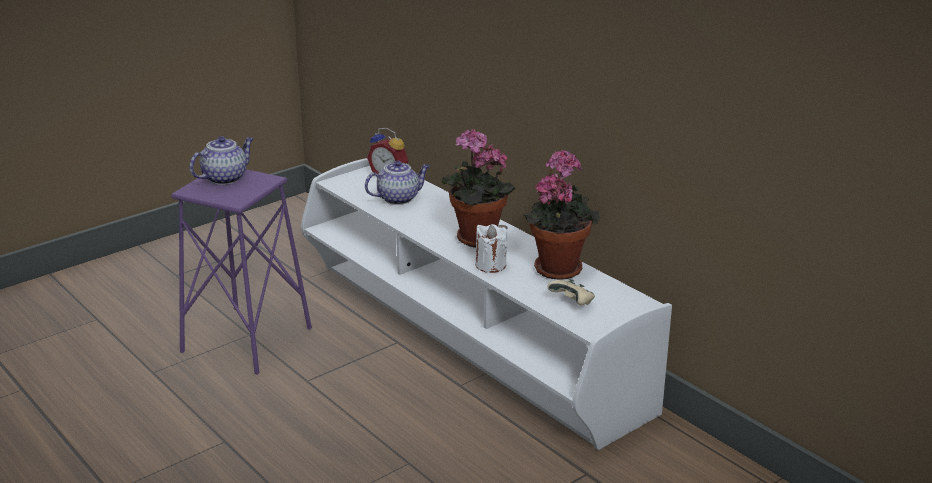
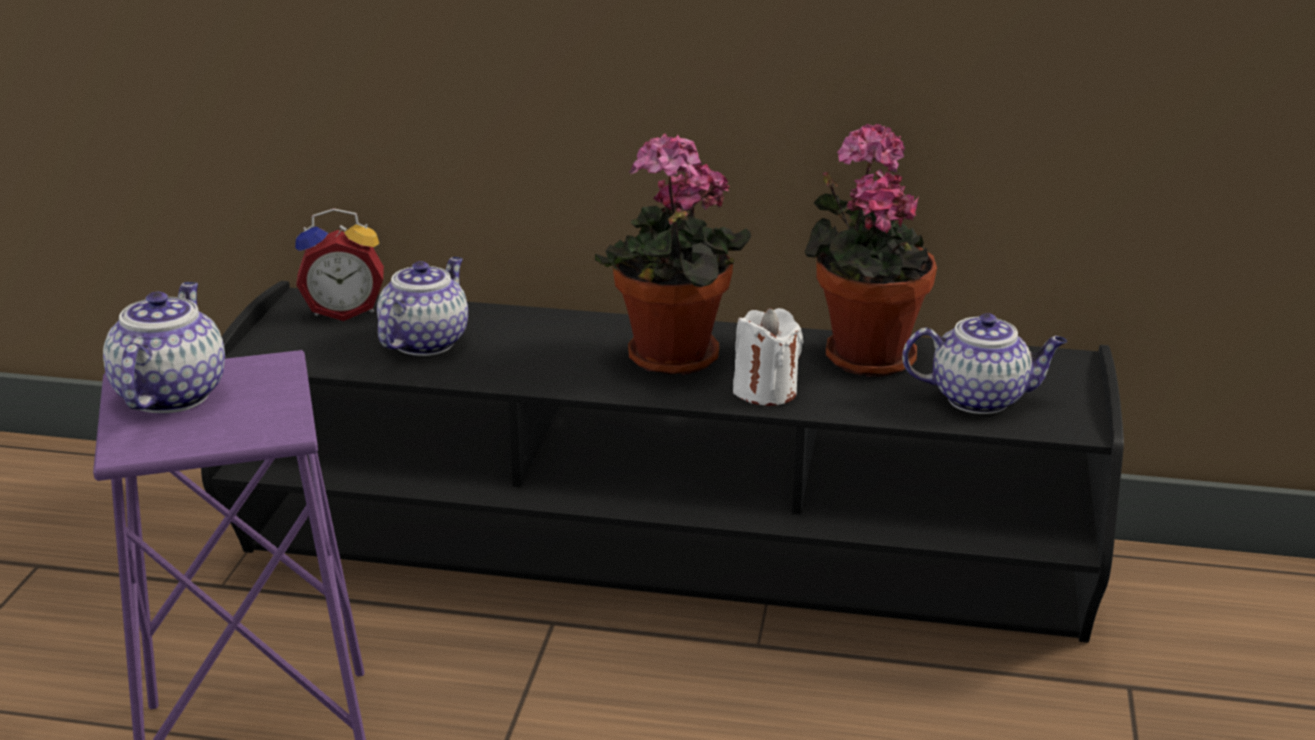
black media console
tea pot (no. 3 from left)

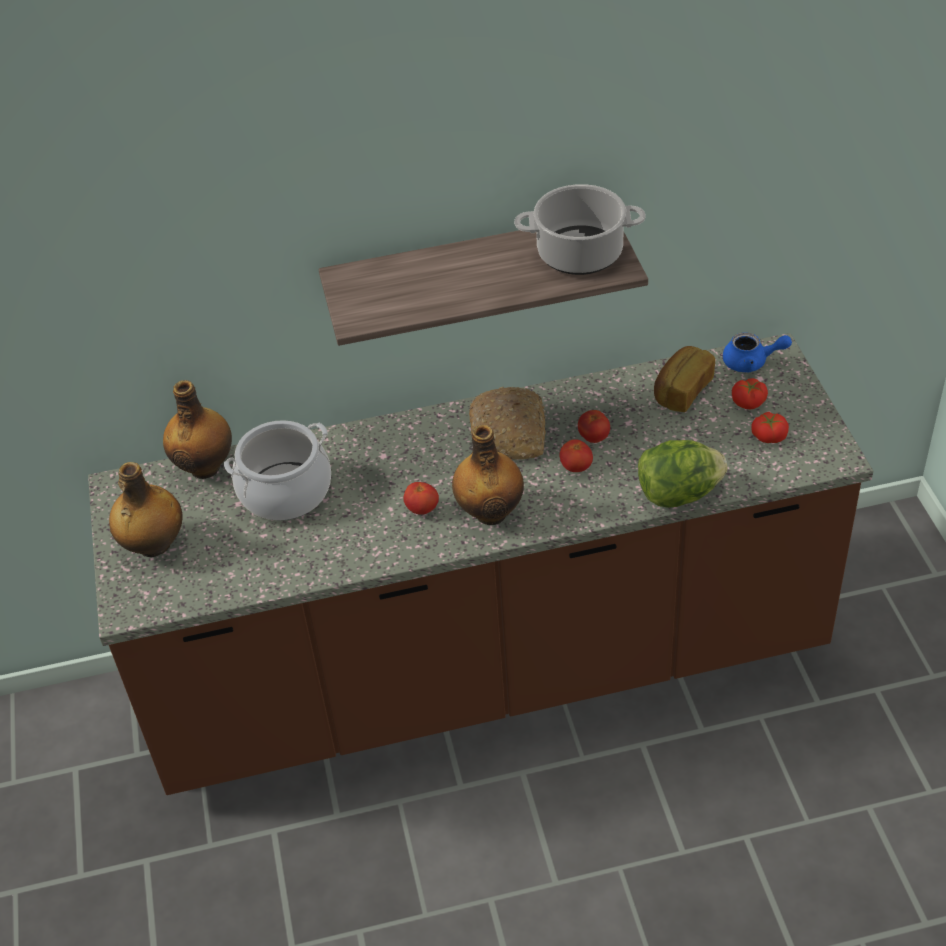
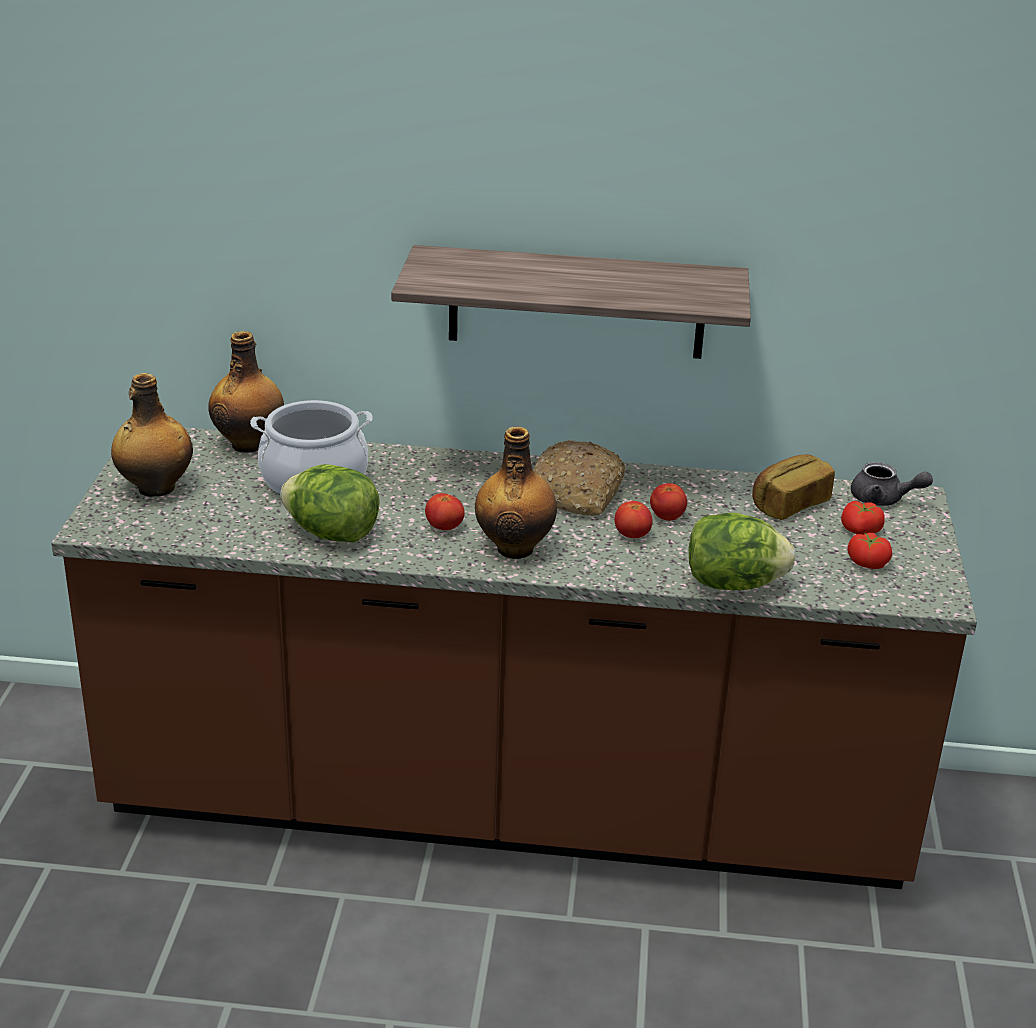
saucepot (no. 2 from left in the first image)
greyish tea pot
lettuce head (no. 1 from left)

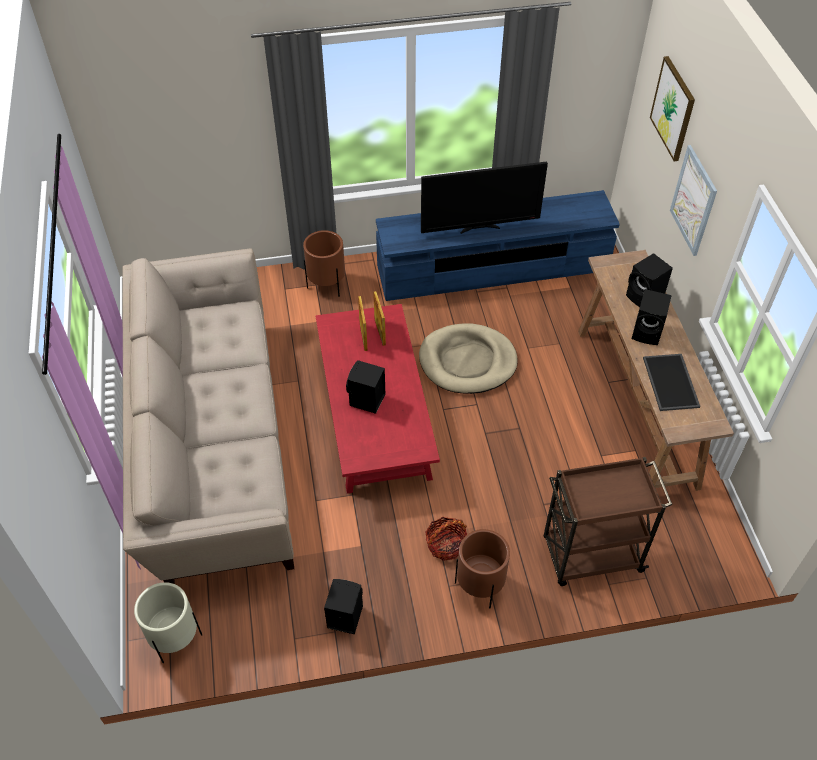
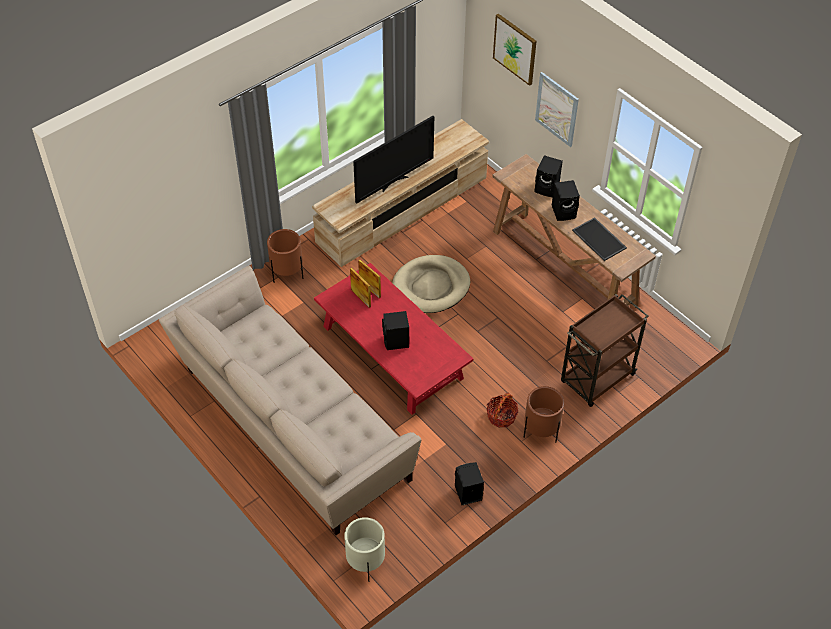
sand-coloured media console

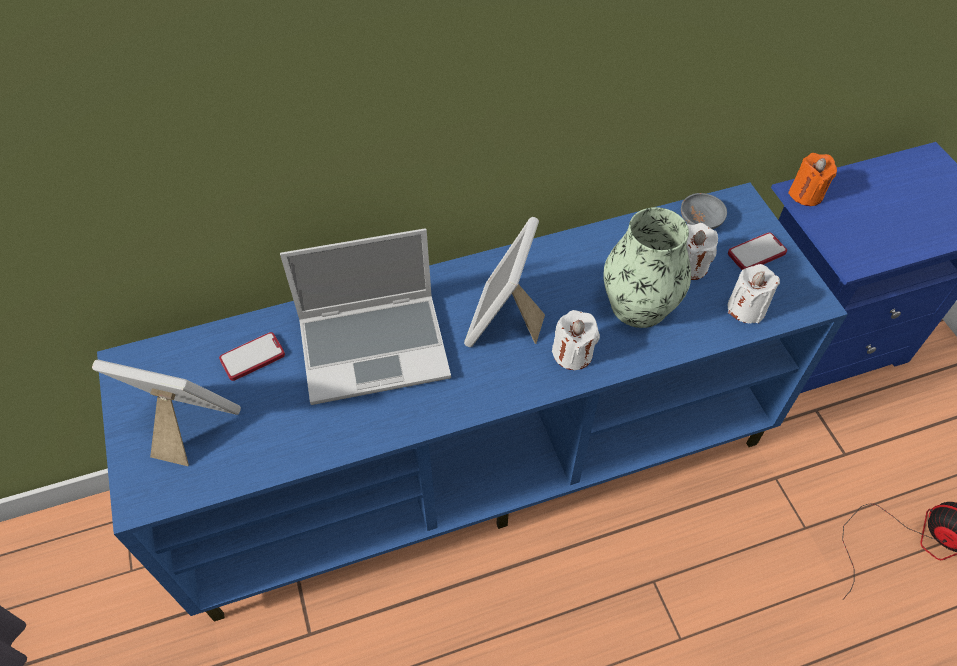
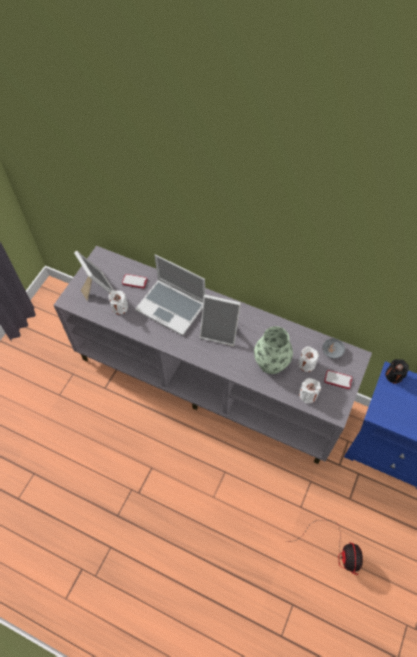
greyish media console
picture frame (no. 2 from left)
whitish wax light (no. 1 from left)
black wax light

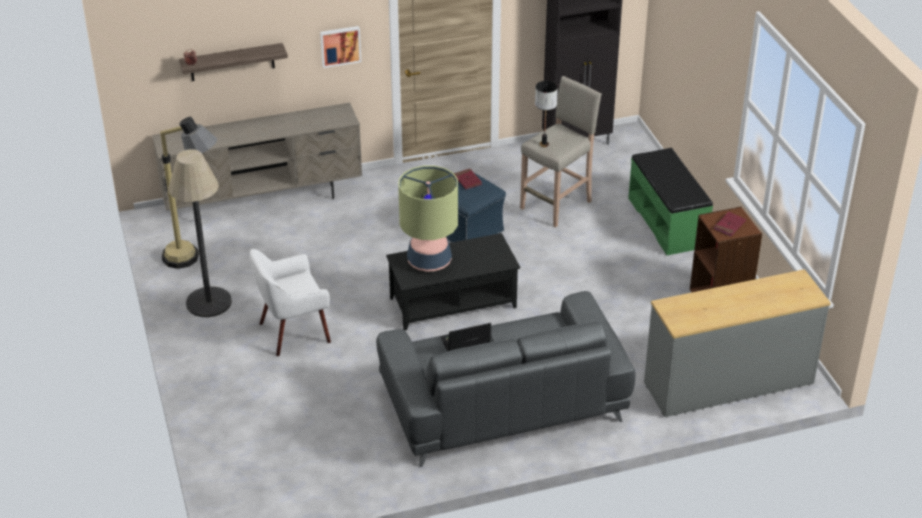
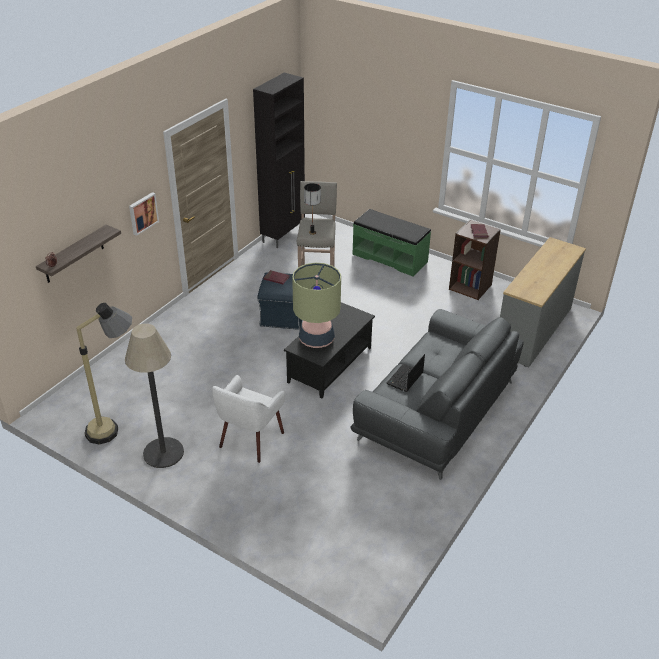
sand-coloured media console

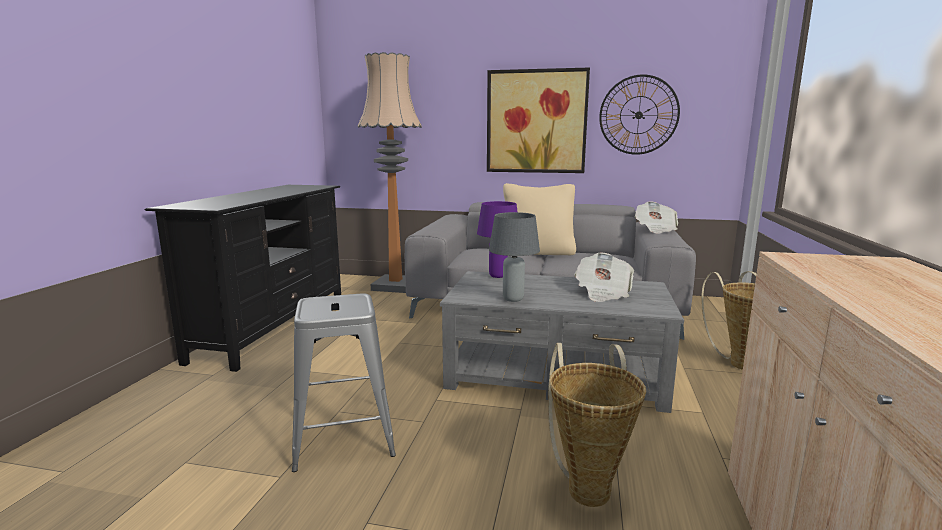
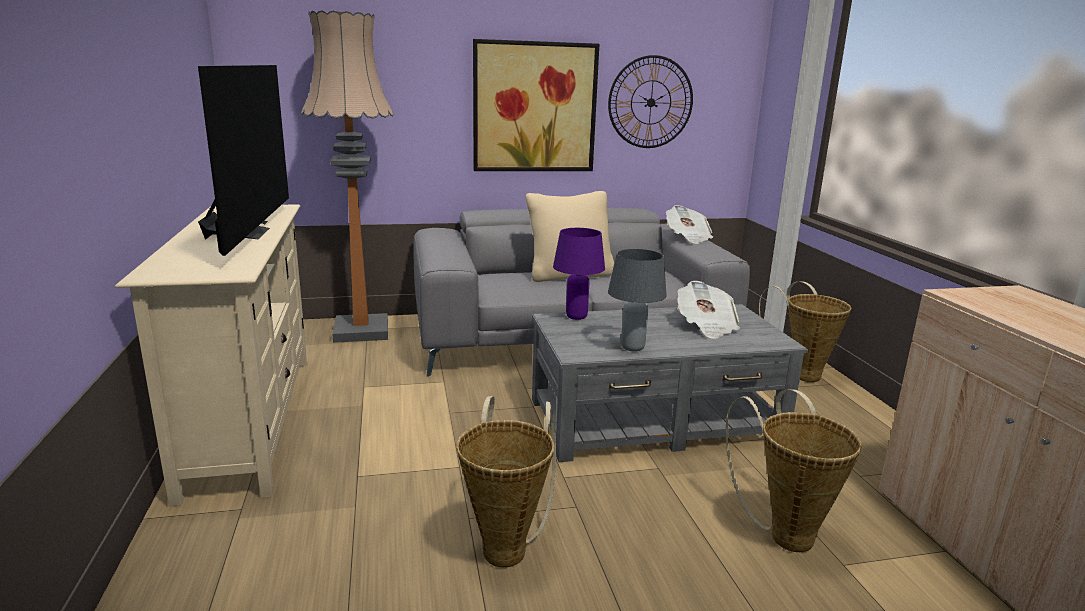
sand-coloured media console
household basket (no. 1 from left)
television

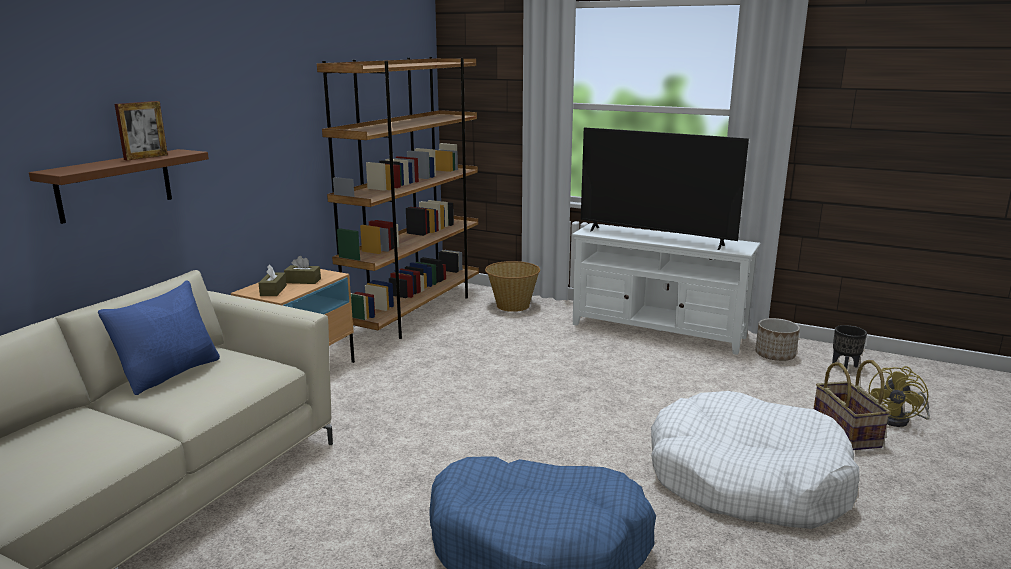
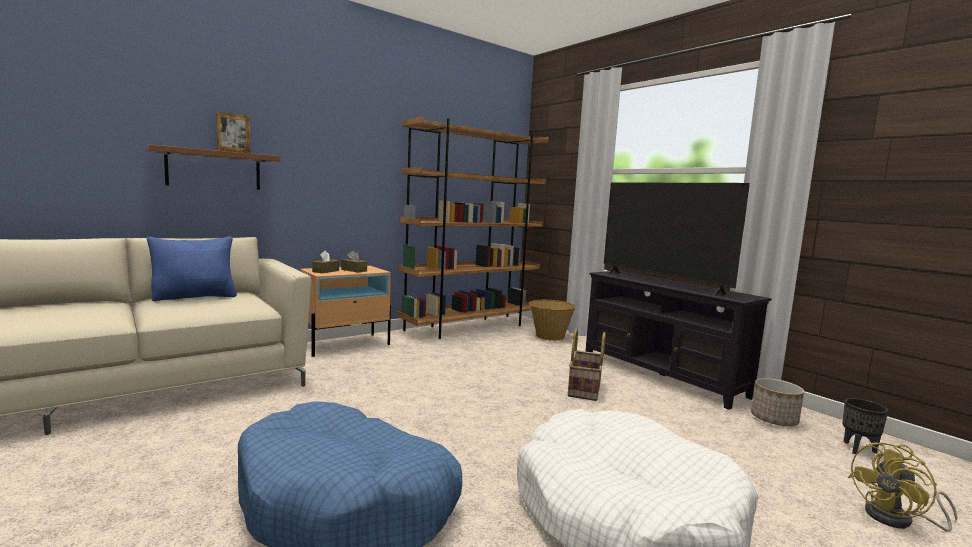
black media console
household basket (no. 2 from left)

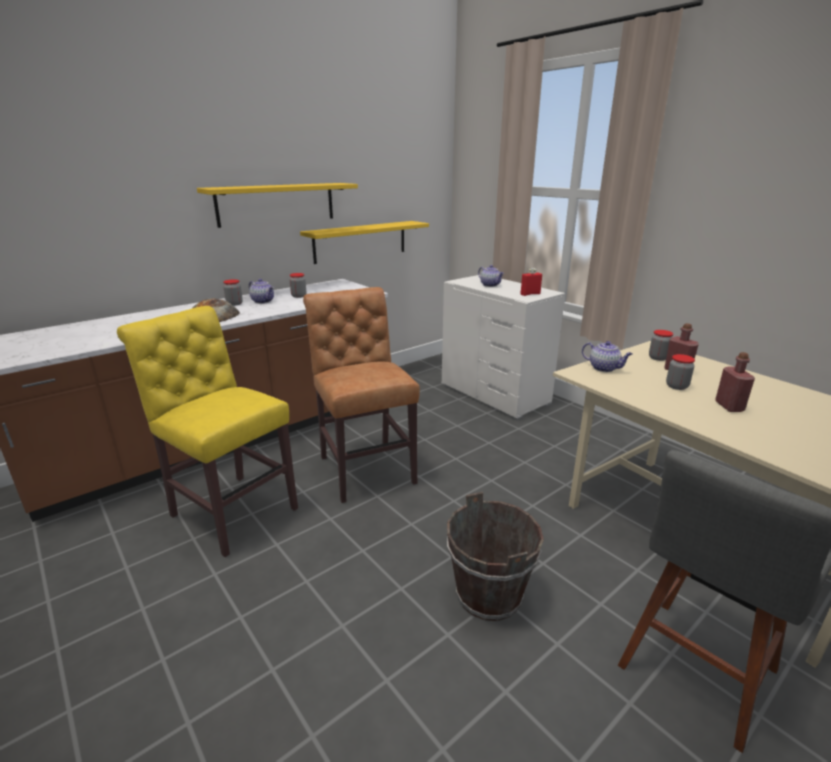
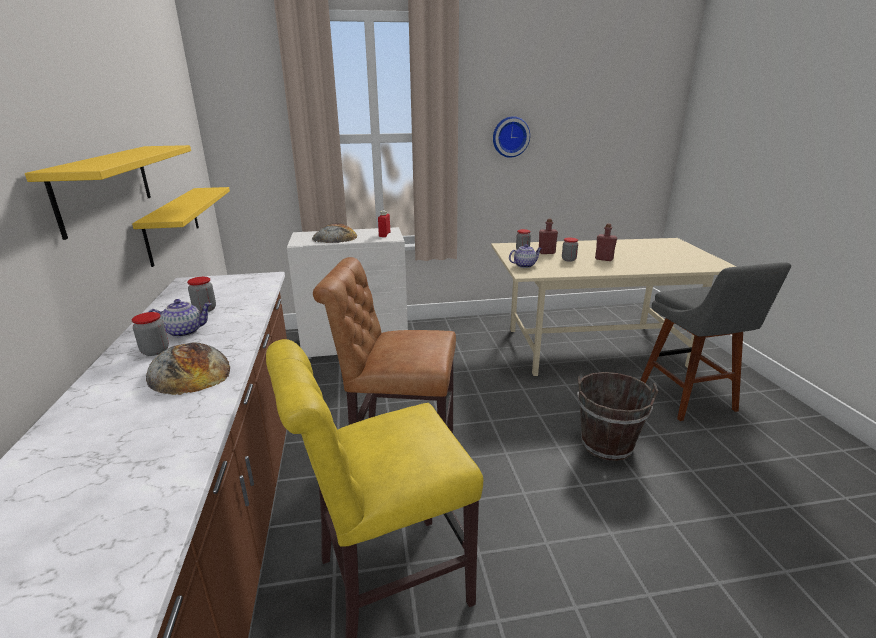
bakery bread (no. 2 from left)
clock on the wall

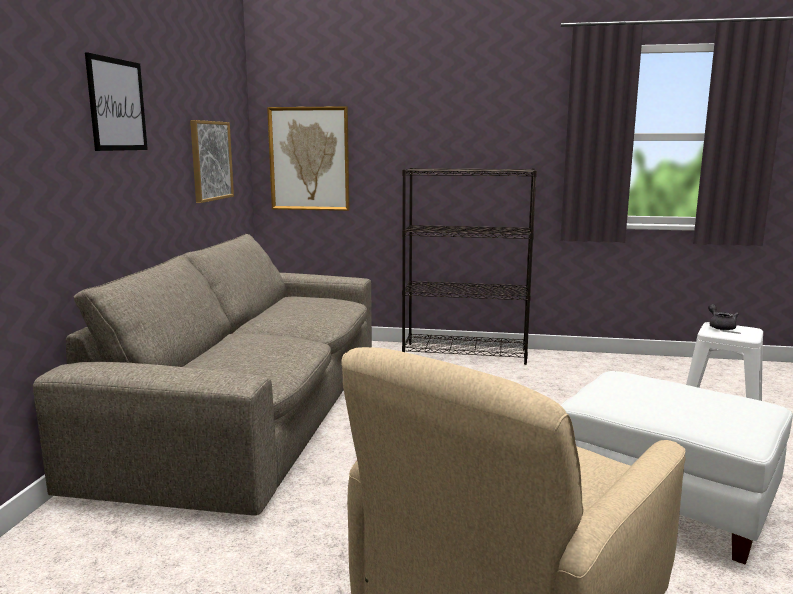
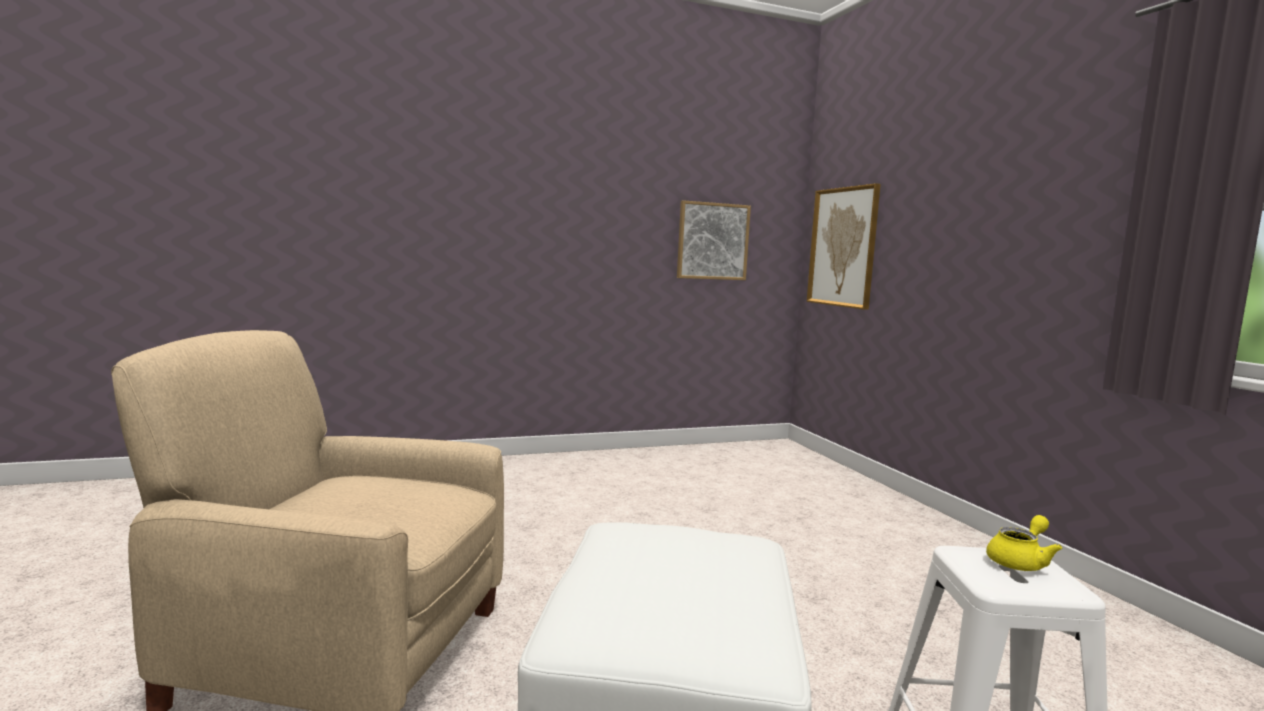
sand-coloured settee
picture (no. 1 from left in the first image)
black bookcase
yellow tea pot

